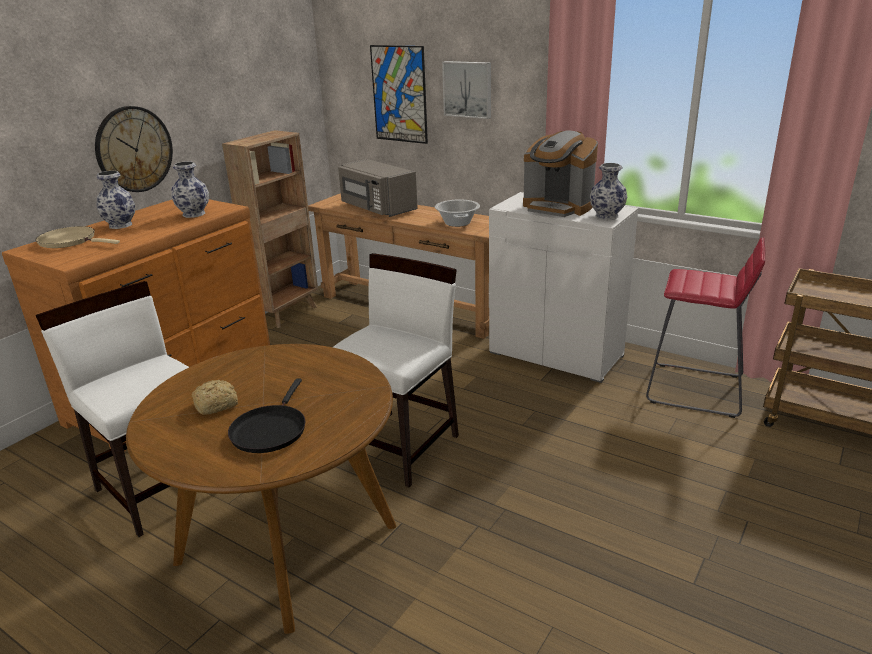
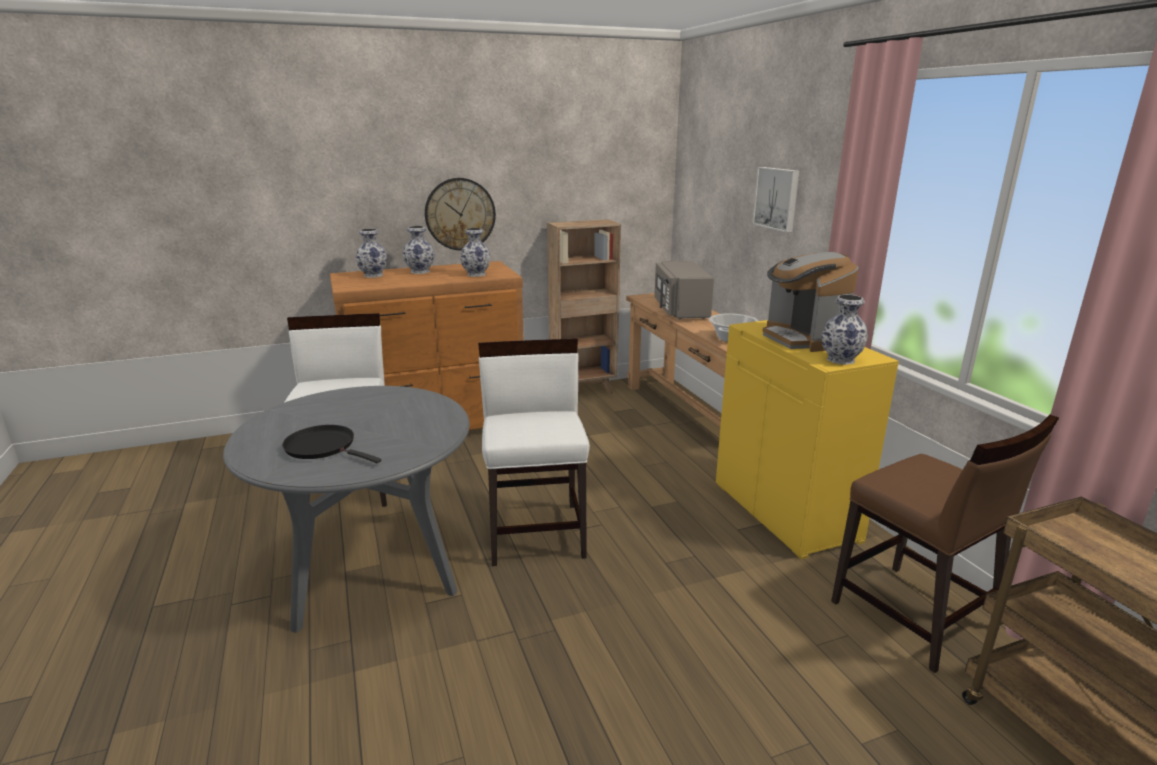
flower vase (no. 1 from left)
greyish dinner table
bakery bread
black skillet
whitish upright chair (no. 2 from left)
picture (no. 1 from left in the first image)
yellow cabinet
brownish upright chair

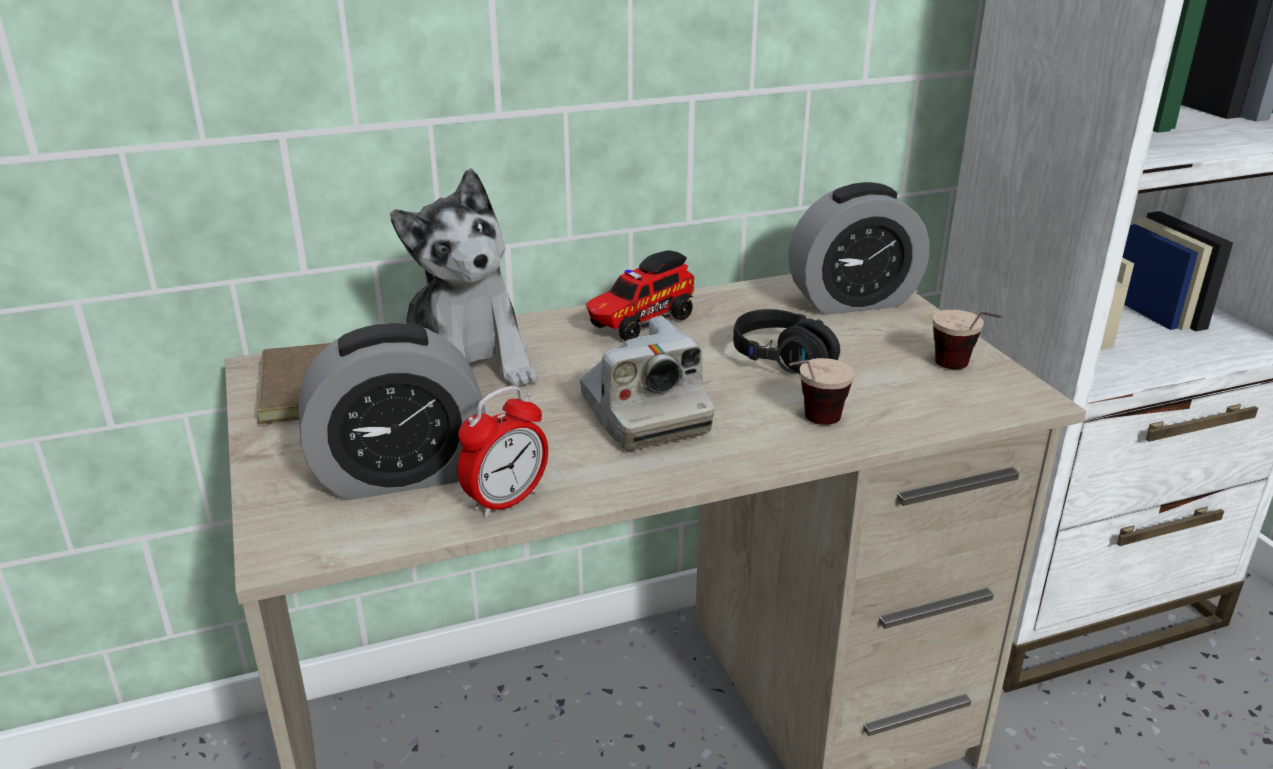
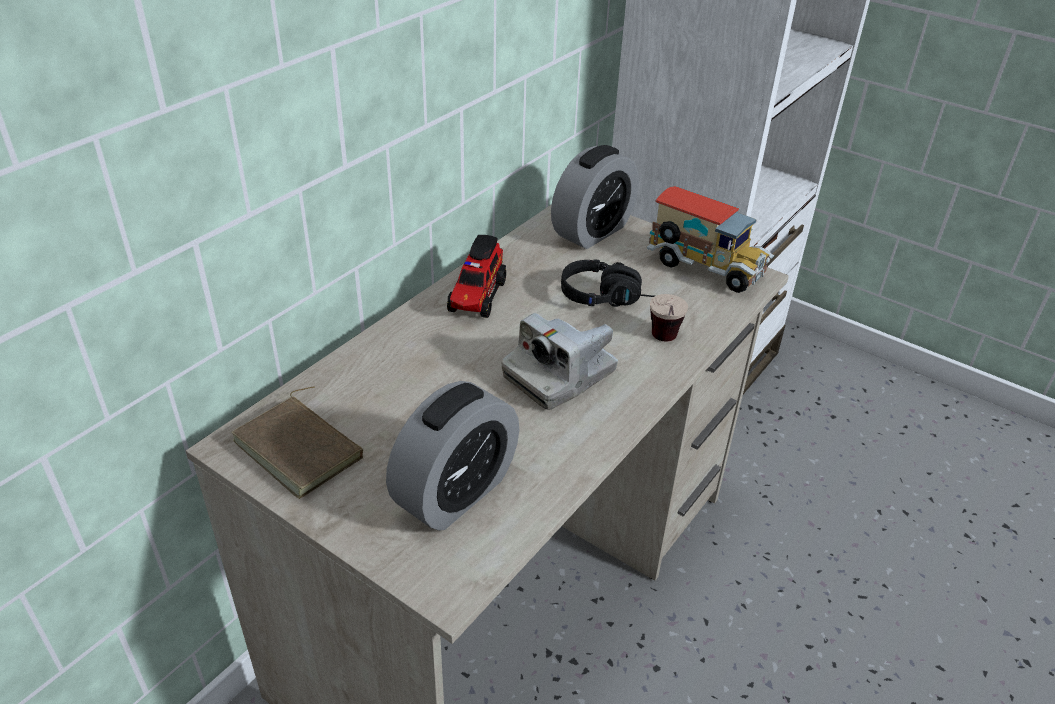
plush toy
bedside clock (no. 2 from left in the first image)
photo camera
toy lorry (no. 2 from left)

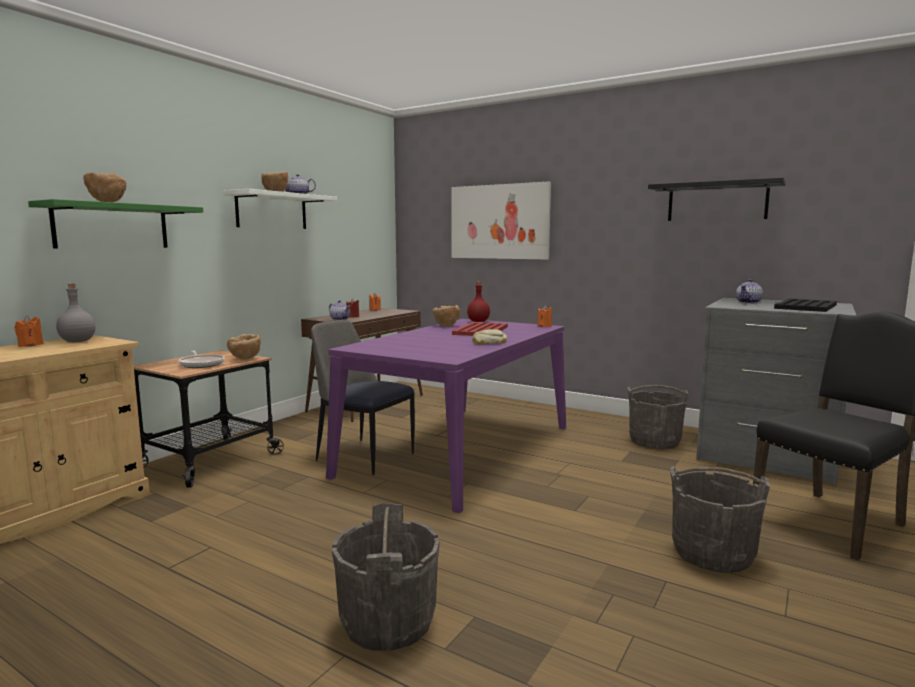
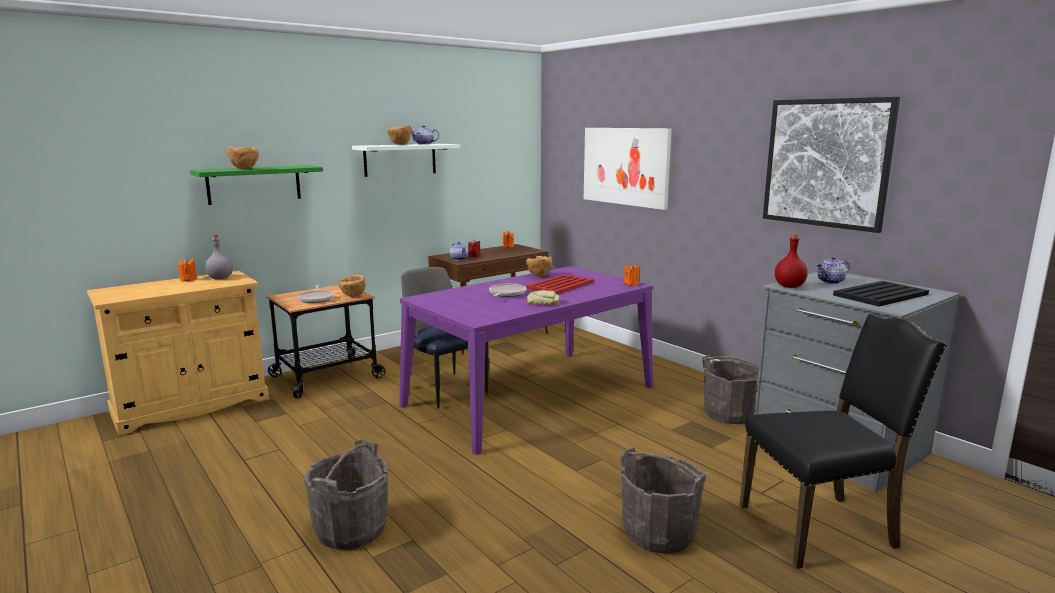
reddish beverage bottle
picture (no. 2 from left)
skillet (no. 2 from left)

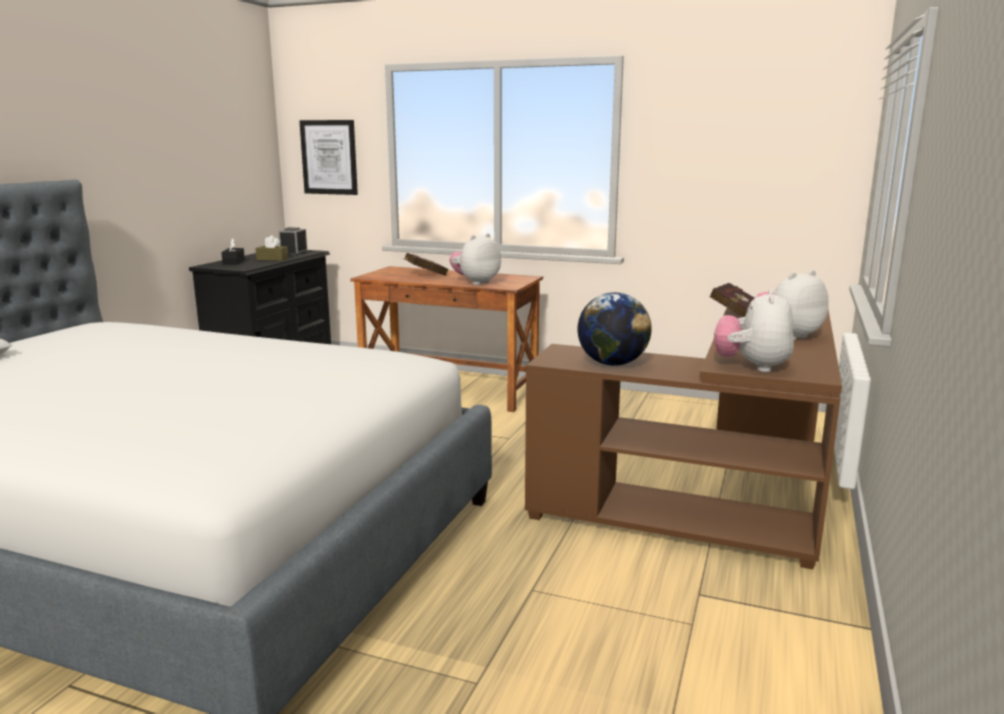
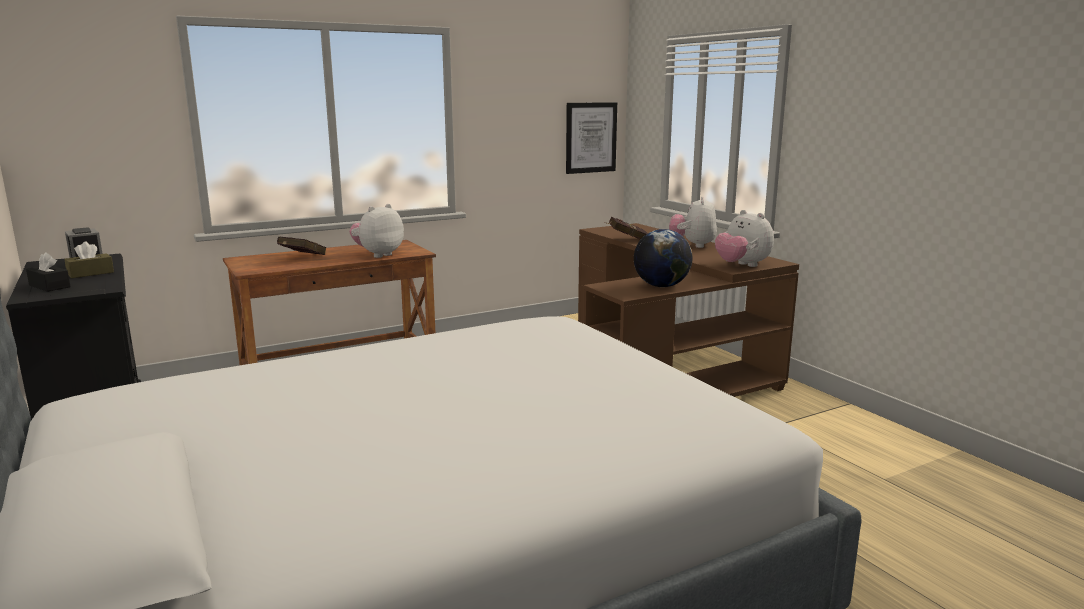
picture
plush toy (no. 1 from left)

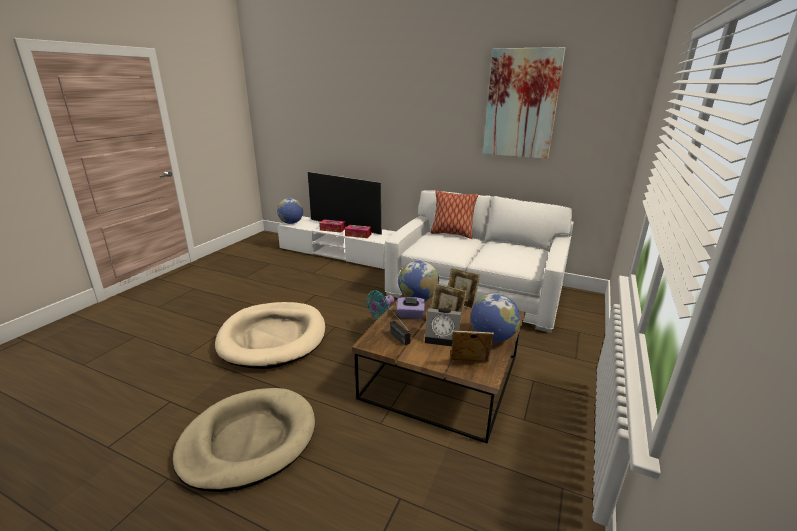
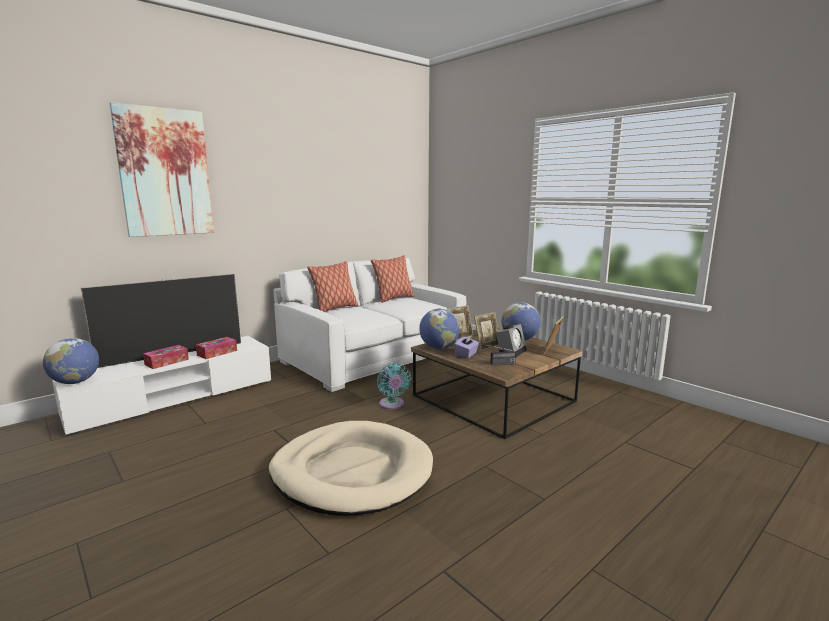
sand-coloured pet bed (no. 1 from left in the first image)
picture
pillow (no. 2 from left)

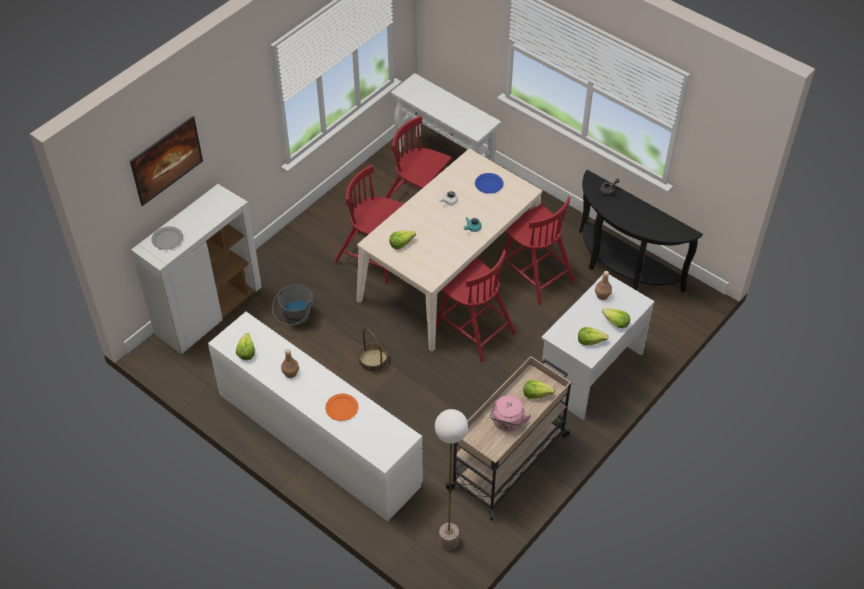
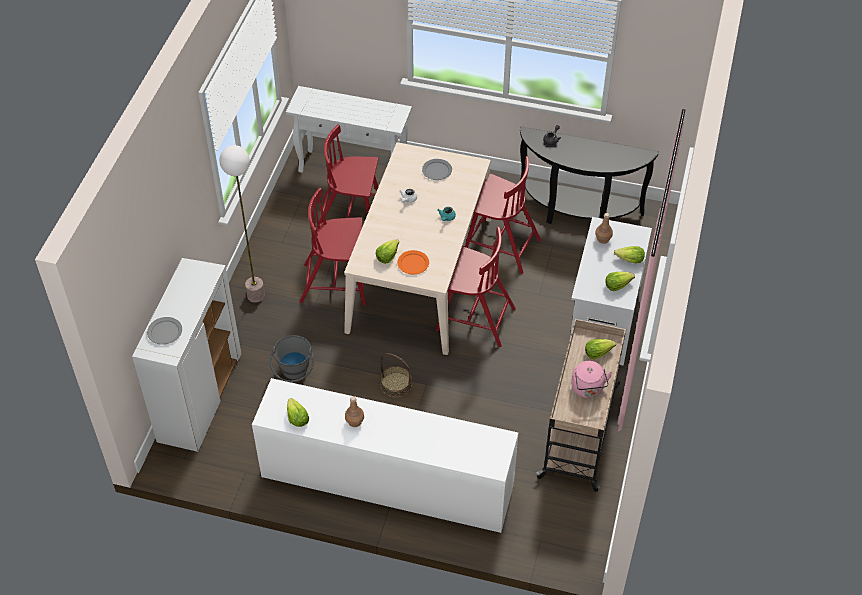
picture
orange dinner plate
floor lamp
greyish dinner plate (no. 2 from left)

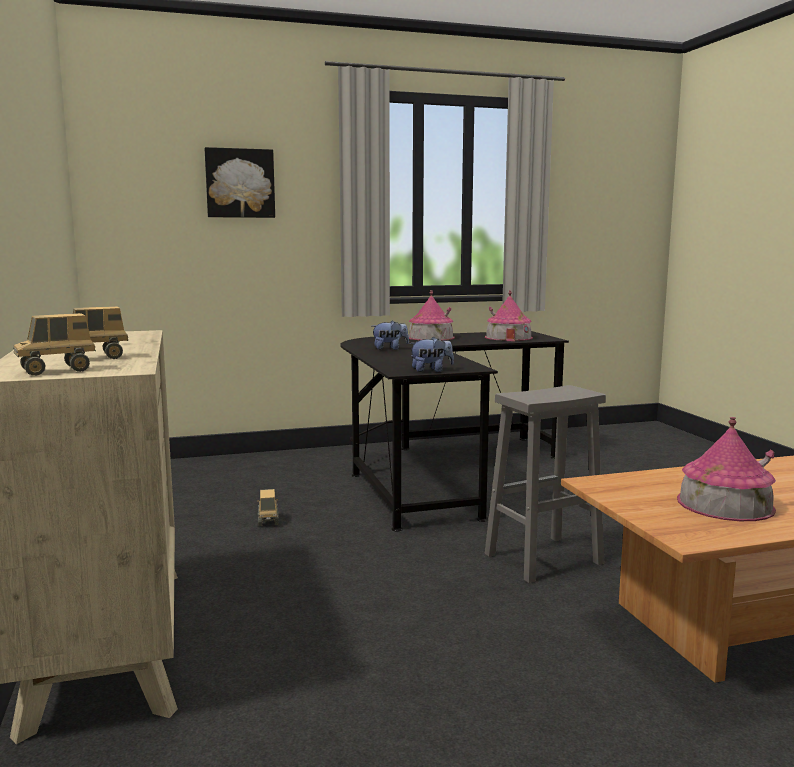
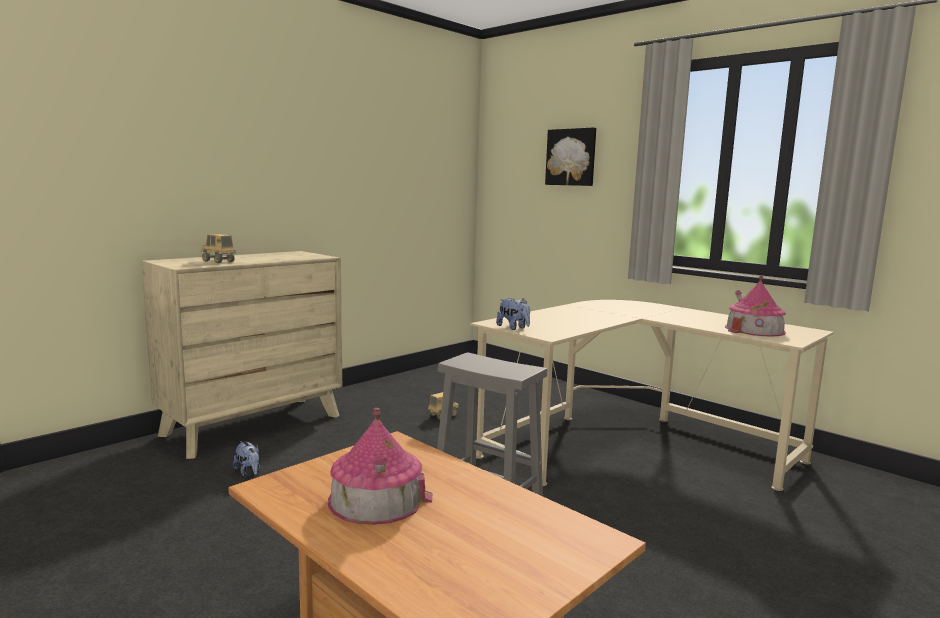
toy lorry (no. 1 from left in the first image)
sand-coloured desk
plush toy (no. 1 from left)
model house (no. 1 from left in the first image)

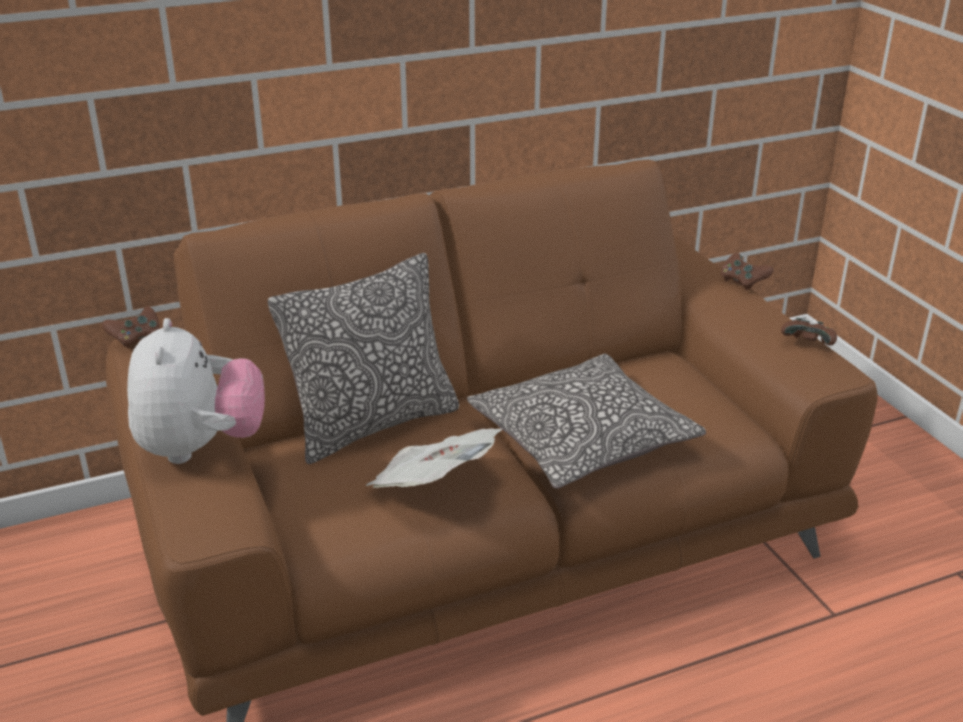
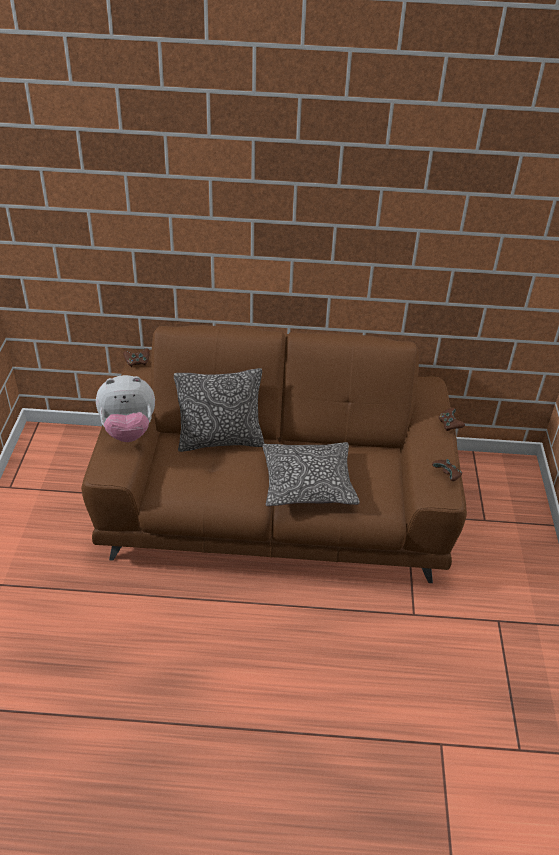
plush toy
newspaper

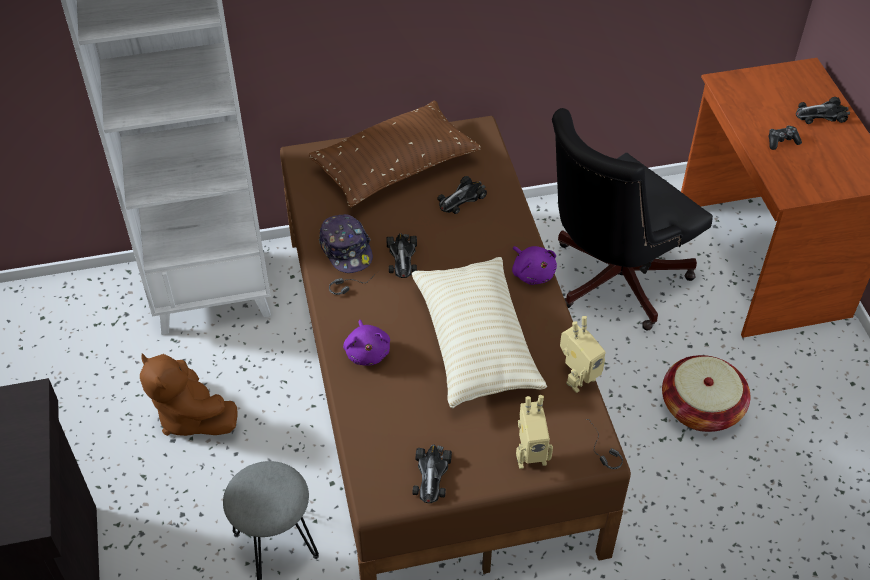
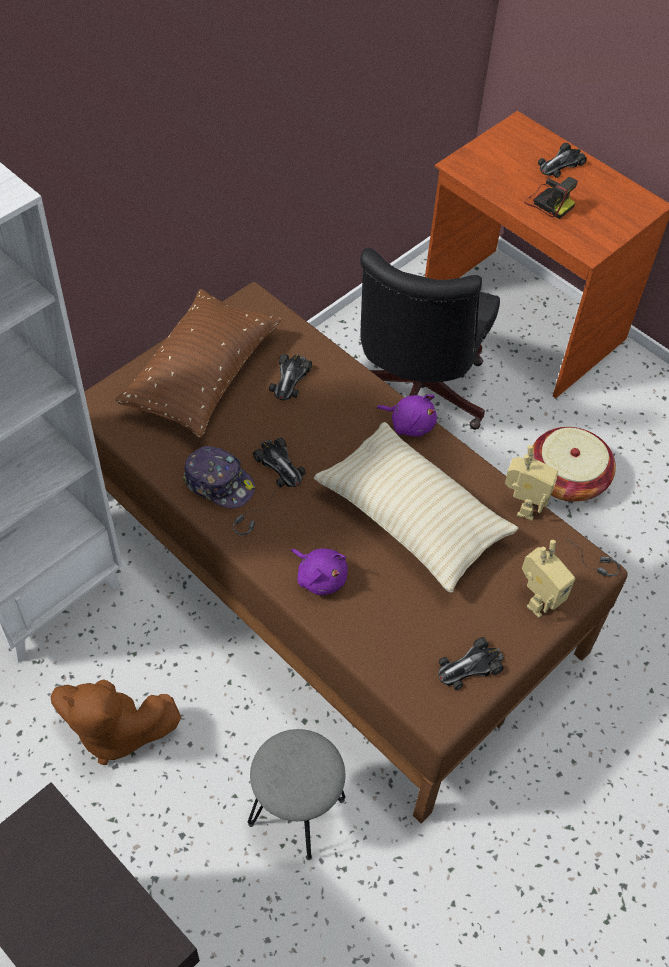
toy car (no. 3 from left)
photo camera

